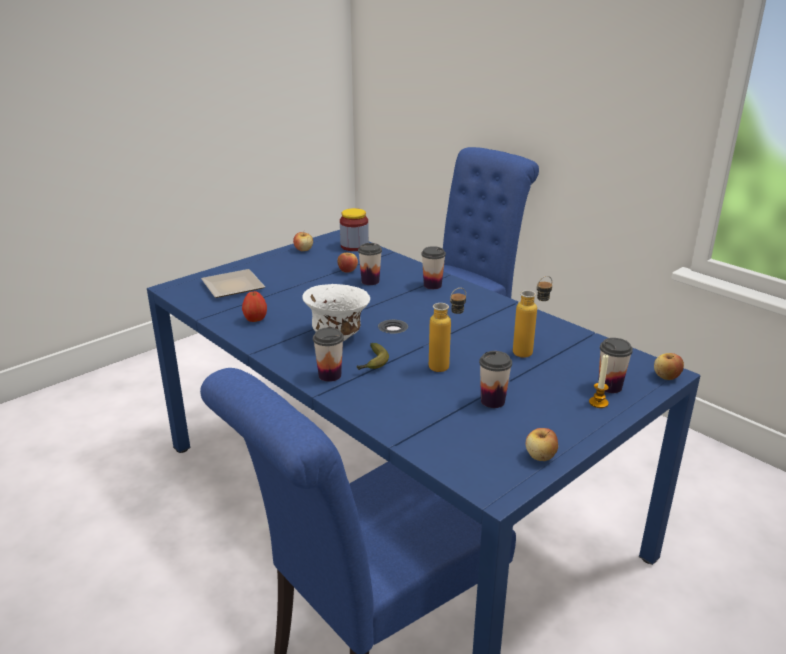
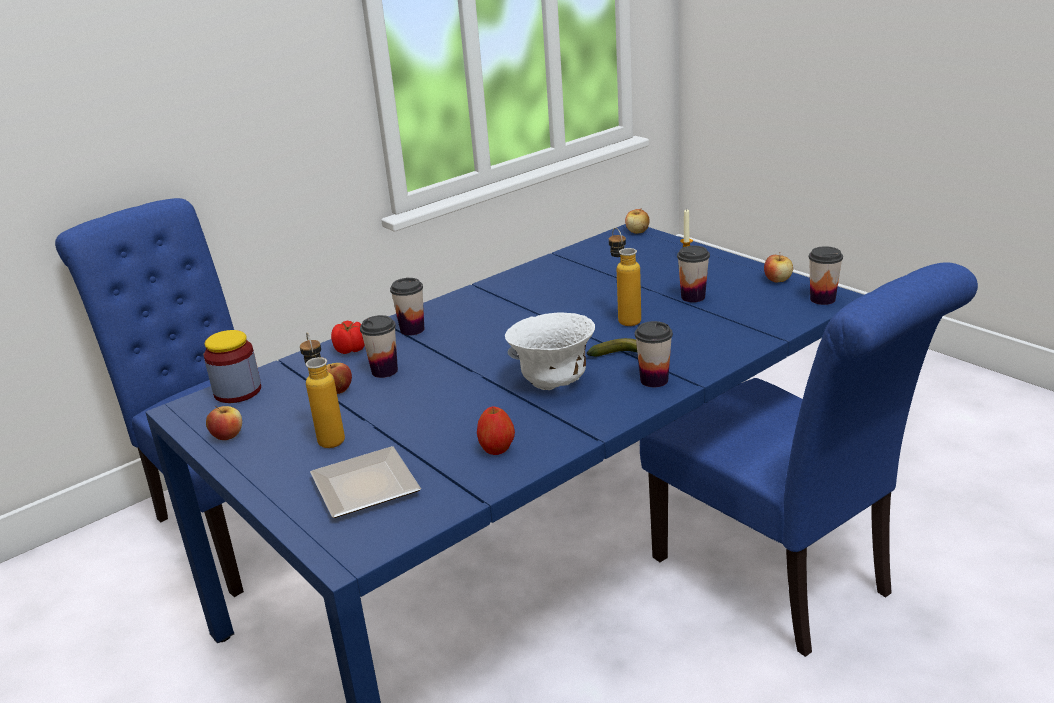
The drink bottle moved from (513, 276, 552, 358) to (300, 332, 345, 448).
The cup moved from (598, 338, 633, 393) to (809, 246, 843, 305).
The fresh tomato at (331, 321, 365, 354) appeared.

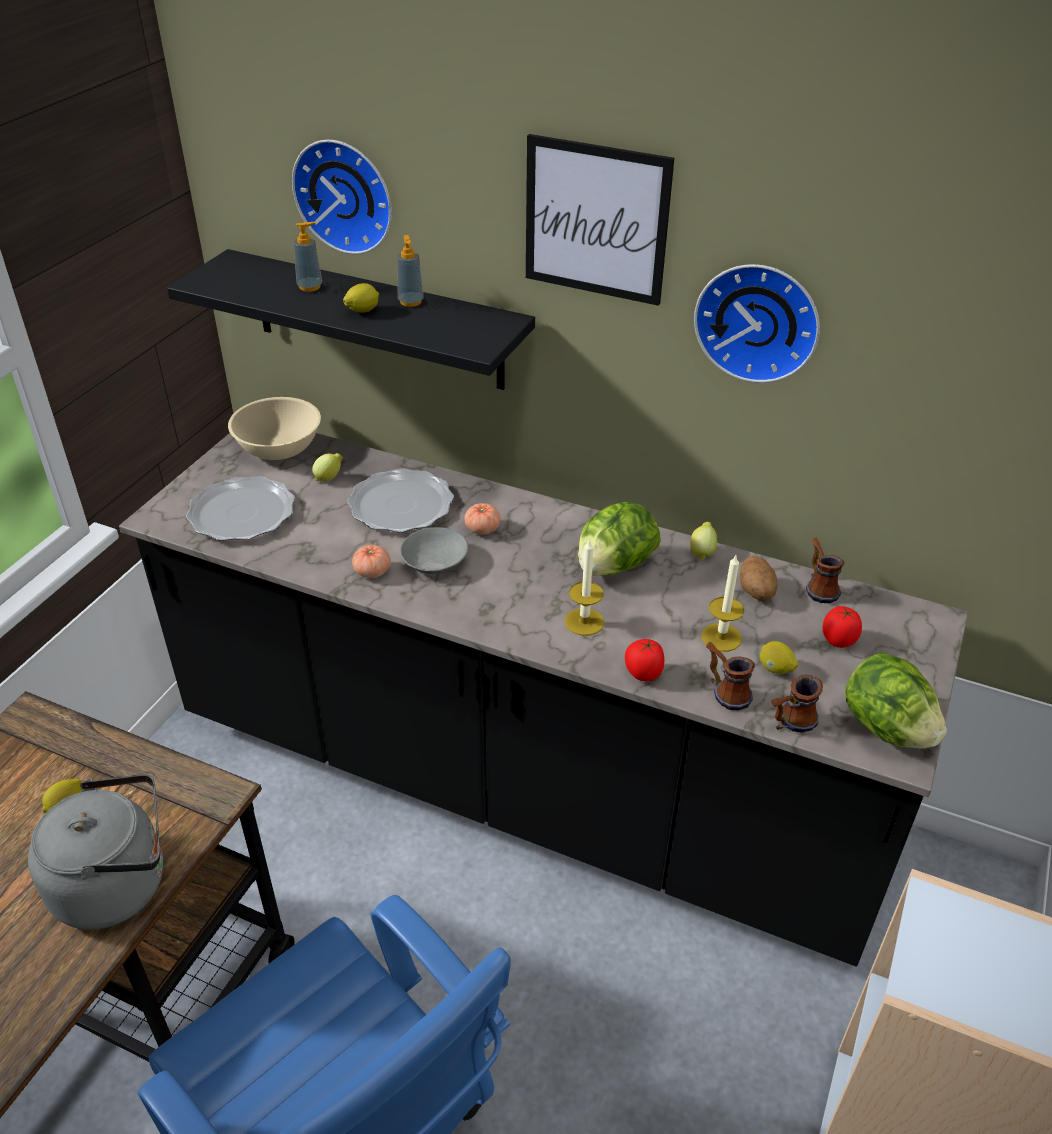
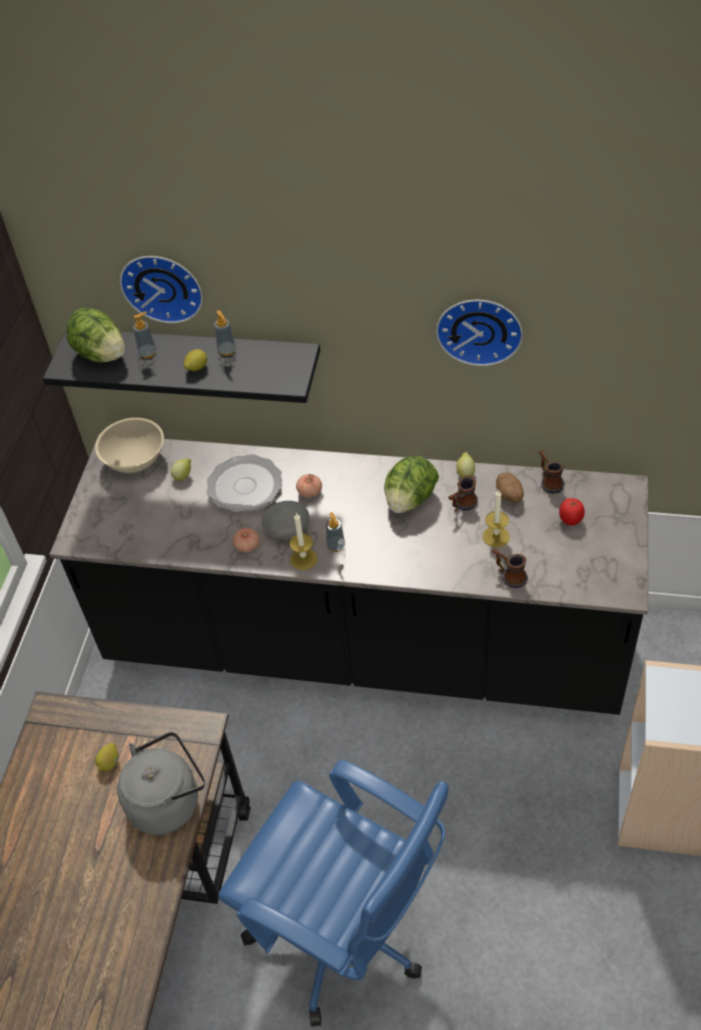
The dinner plate at (186, 476, 295, 541) disappeared.
The wall art at (526, 134, 674, 306) disappeared.
The candle moved from (565, 538, 604, 636) to (290, 513, 317, 570).
The fresh tomato at (625, 639, 664, 681) disappeared.
The lemon at (760, 641, 798, 674) disappeared.
The tea mug moved from (771, 675, 823, 733) to (448, 476, 478, 512).
The head of lettuce moved from (845, 652, 947, 749) to (66, 308, 125, 362).
The soap dispenser at (326, 512, 345, 552) appeared.

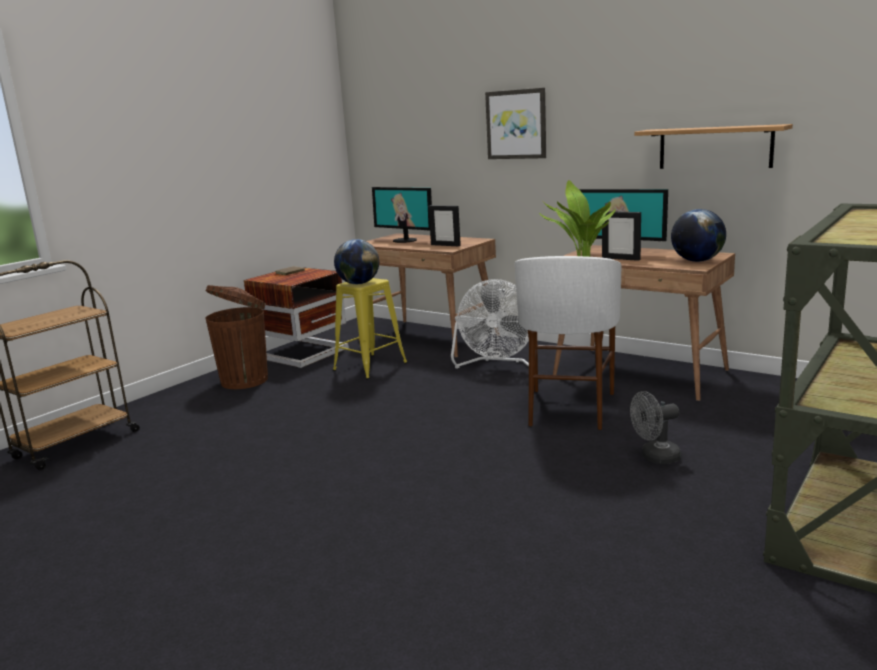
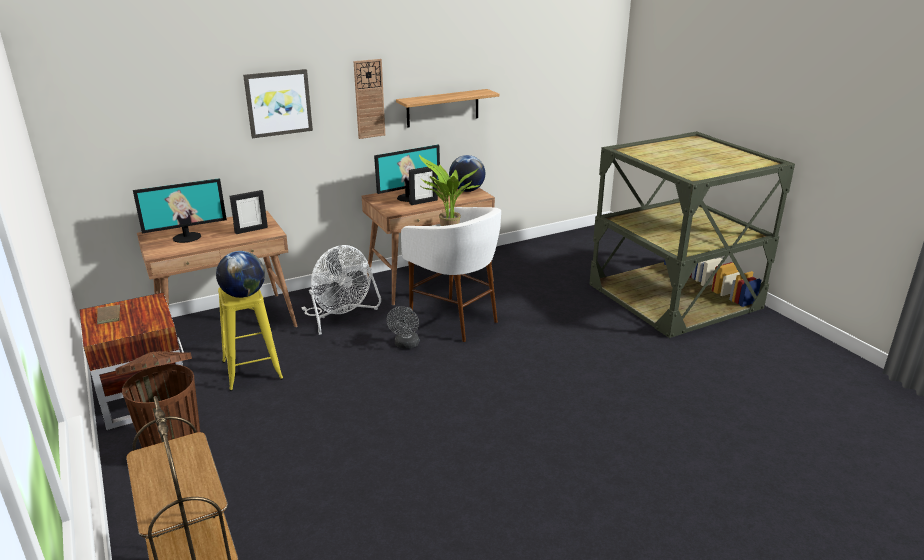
The gray fan moved from (630, 391, 681, 464) to (387, 306, 419, 349).
The wall clock at (354, 59, 385, 139) appeared.

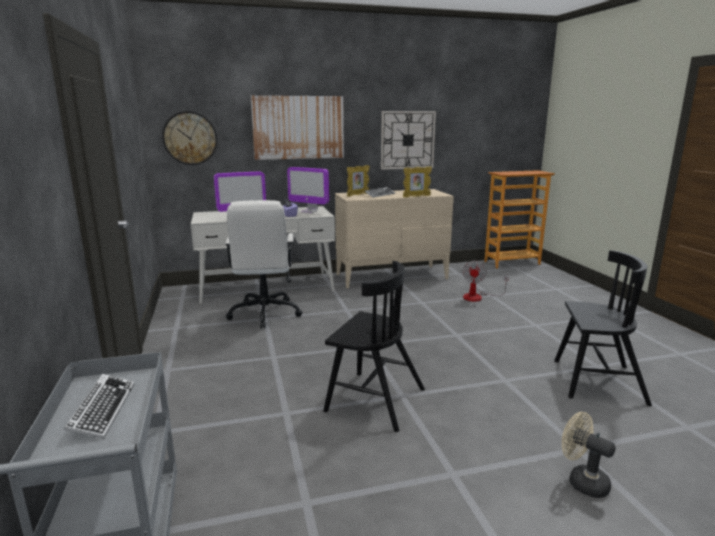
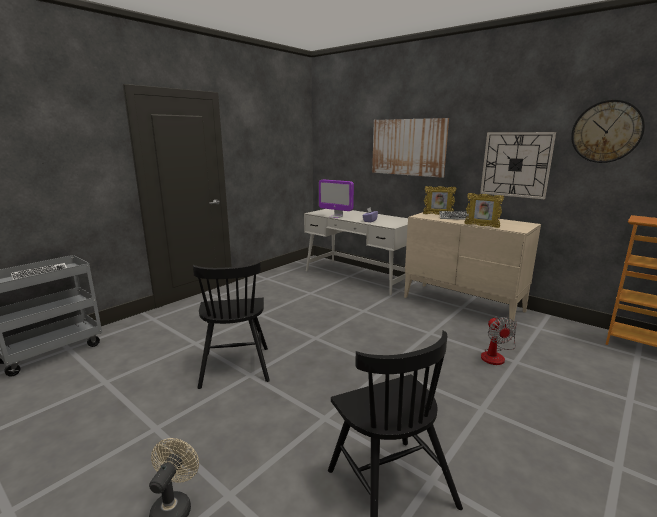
The wall clock moved from (162, 111, 217, 165) to (571, 100, 645, 163).
The white computer chair at (225, 200, 303, 328) disappeared.
The computer display at (287, 167, 329, 213) disappeared.
The fan at (462, 261, 509, 302) turned 75 degrees counterclockwise.

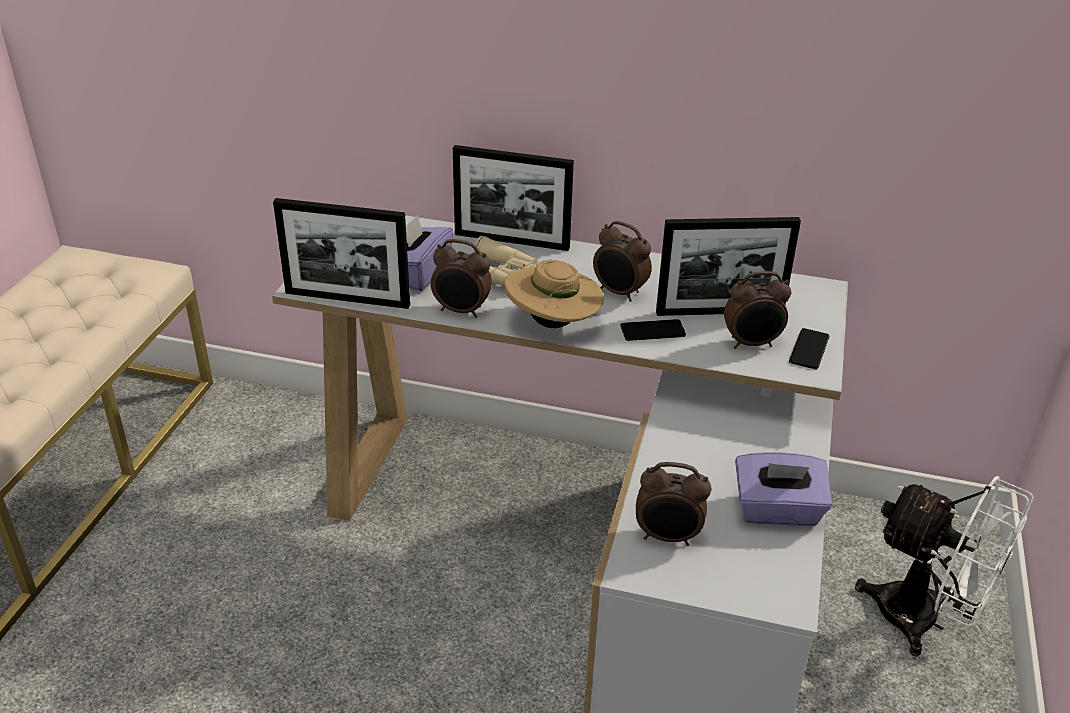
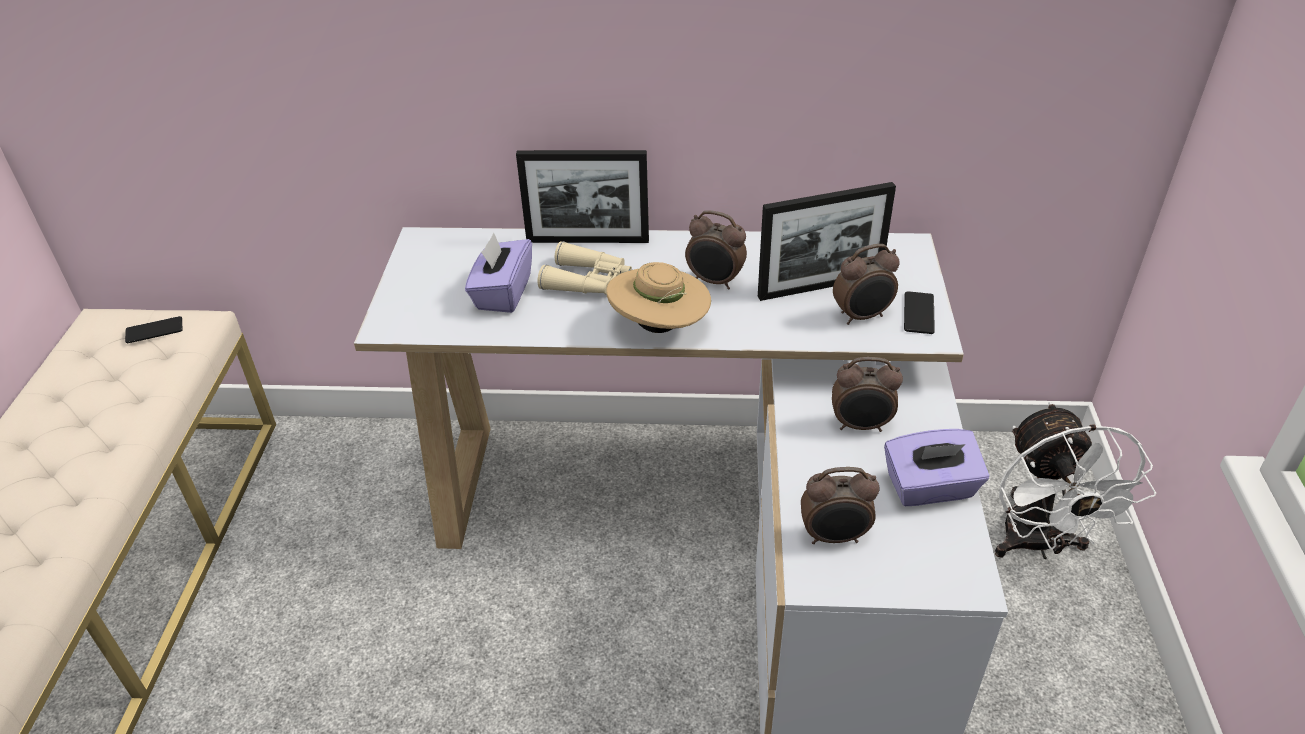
The photo frame at (273, 198, 410, 309) disappeared.
The table clock moved from (431, 239, 492, 318) to (832, 357, 903, 432).
The handset moved from (620, 319, 686, 341) to (125, 316, 182, 343).
The white fan at (855, 476, 1034, 657) turned 60 degrees clockwise.

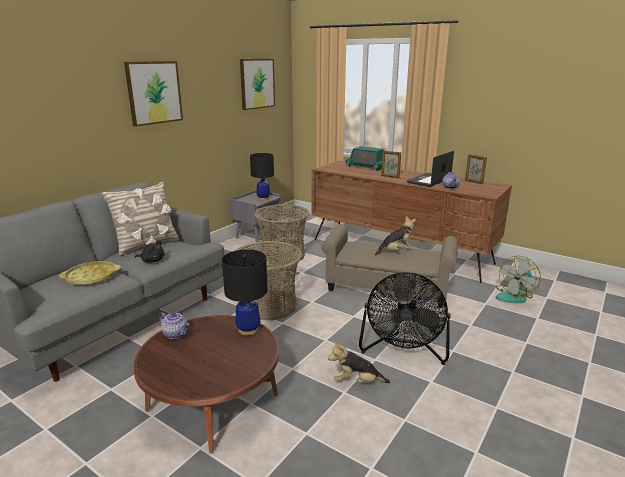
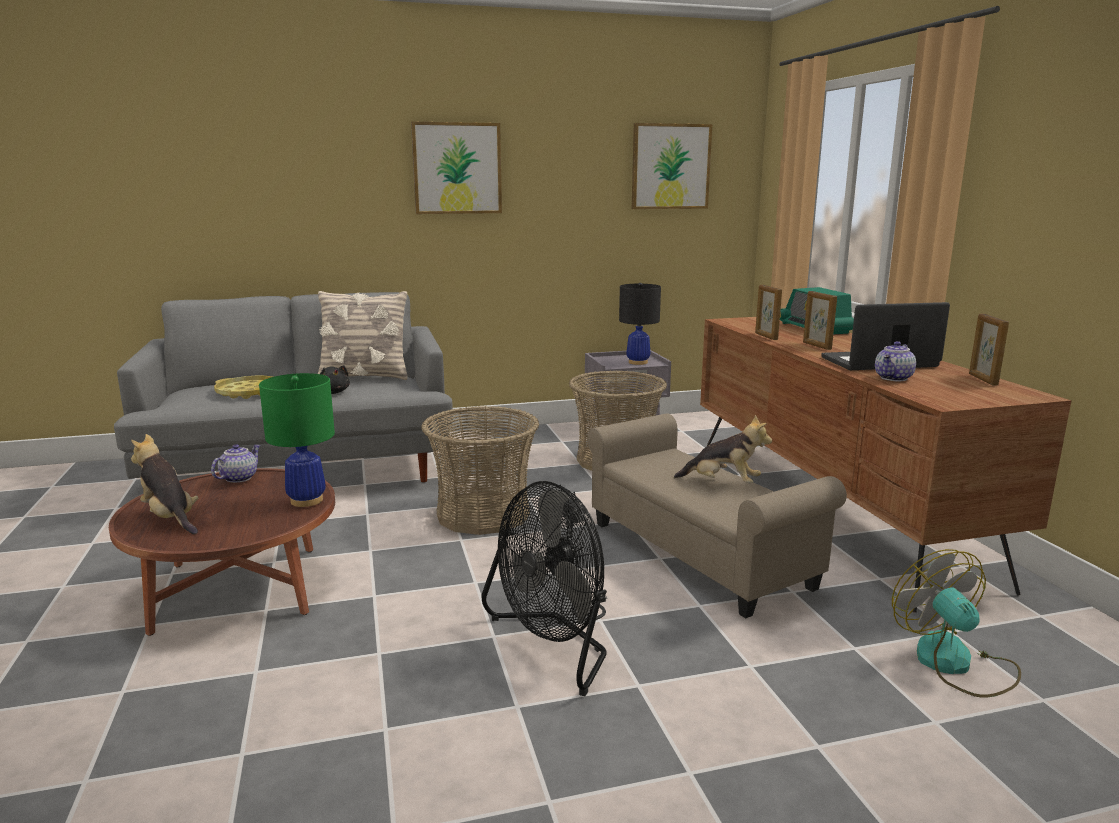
The tea pot at (159, 312, 189, 339) turned 135 degrees counterclockwise.
The black lamp for a table at (222, 249, 268, 335) became the green-coloured lamp for a table at (259, 373, 335, 507).
The cuddly toy moved from (328, 341, 390, 383) to (131, 434, 198, 534).
The fan at (496, 256, 541, 303) turned 75 degrees clockwise.
The photo frame at (755, 285, 782, 340) appeared.

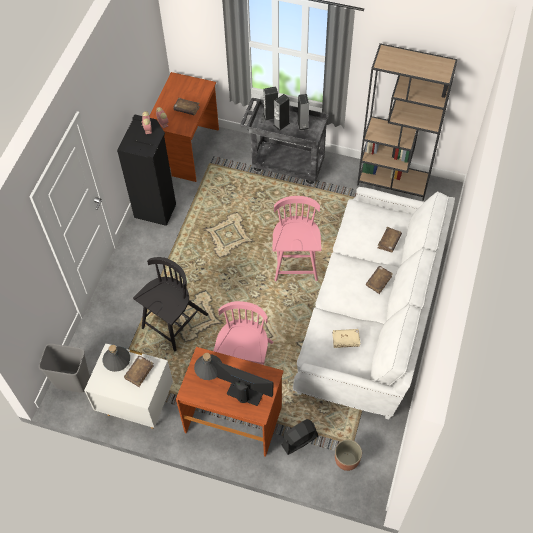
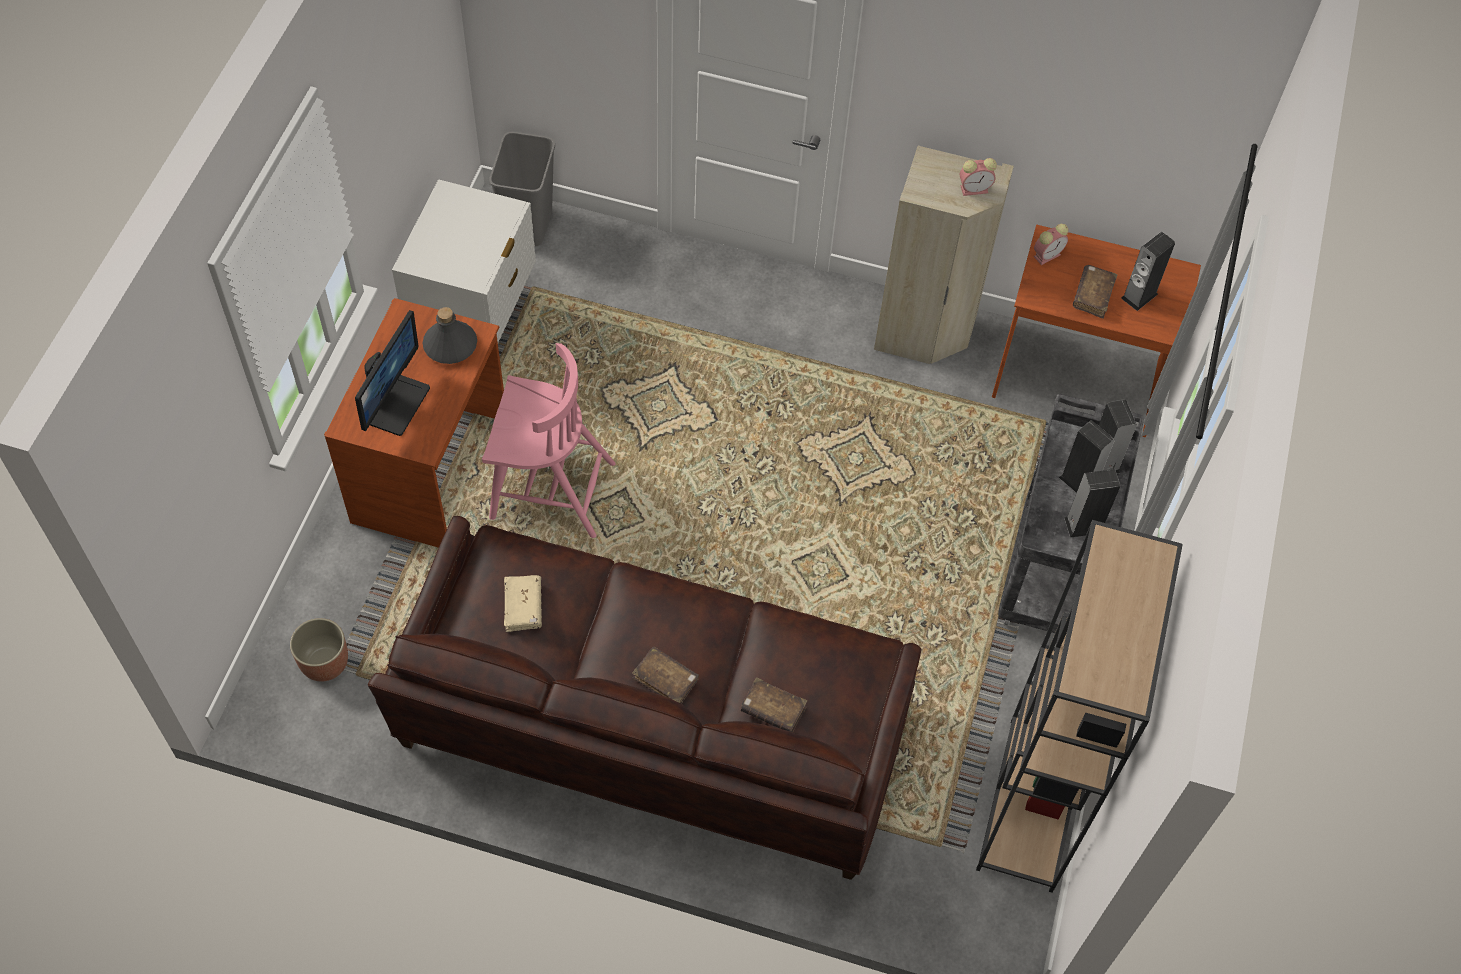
The gray drink bottle at (103, 345, 130, 372) disappeared.
The black cupboard at (117, 114, 176, 226) became the beige cupboard at (874, 146, 1014, 364).
The brownish volume at (124, 356, 154, 387) disappeared.
The black plain chair at (133, 257, 208, 352) disappeared.
The pink plain chair at (272, 196, 321, 281) disappeared.
The black fan at (282, 419, 318, 455) disappeared.
The white couch at (293, 187, 455, 419) became the brownish couch at (368, 516, 922, 880).
The loudspeaker at (1121, 232, 1175, 311) appeared.

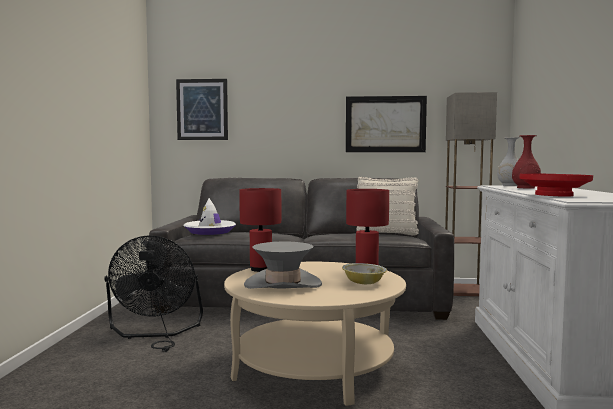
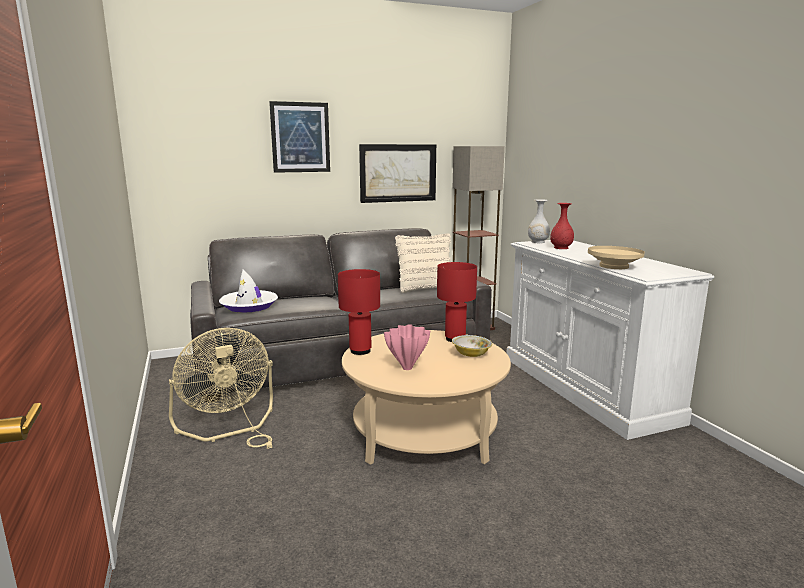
The black fan at (104, 235, 203, 352) became the beige fan at (169, 328, 273, 449).
The wall art moved from (176, 79, 228, 140) to (269, 101, 330, 173).
The gray wearable hat at (244, 241, 322, 289) was replaced by the pink flower vase at (384, 324, 430, 370).
The red-coloured bowl at (519, 173, 593, 196) became the beige bowl at (588, 246, 645, 269).

